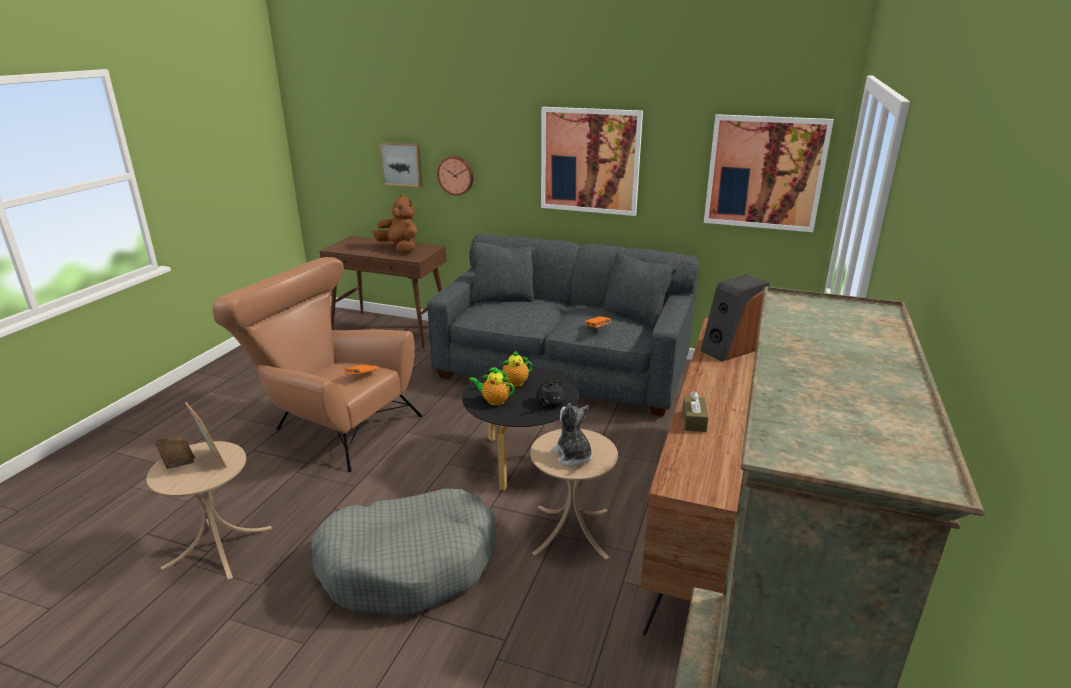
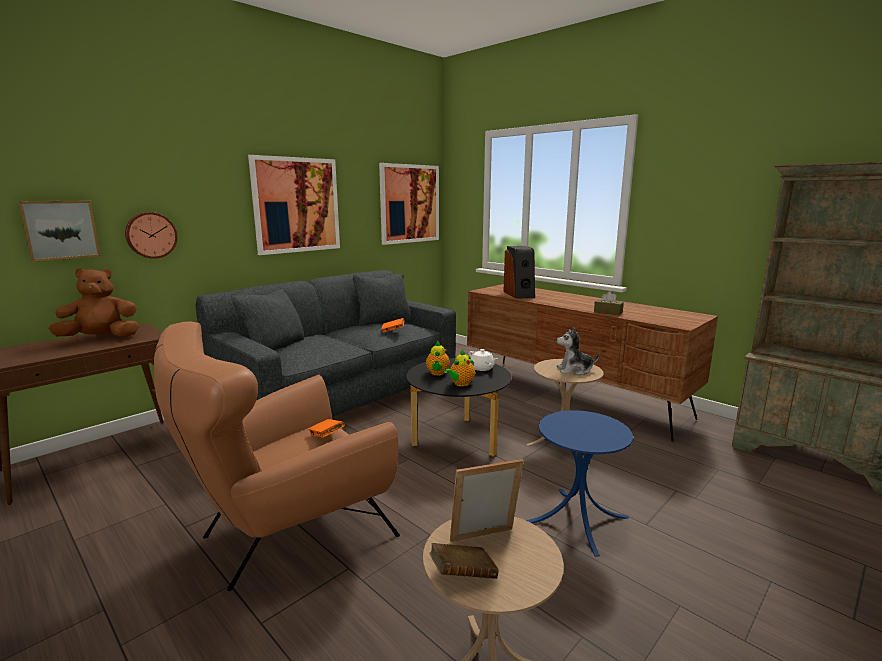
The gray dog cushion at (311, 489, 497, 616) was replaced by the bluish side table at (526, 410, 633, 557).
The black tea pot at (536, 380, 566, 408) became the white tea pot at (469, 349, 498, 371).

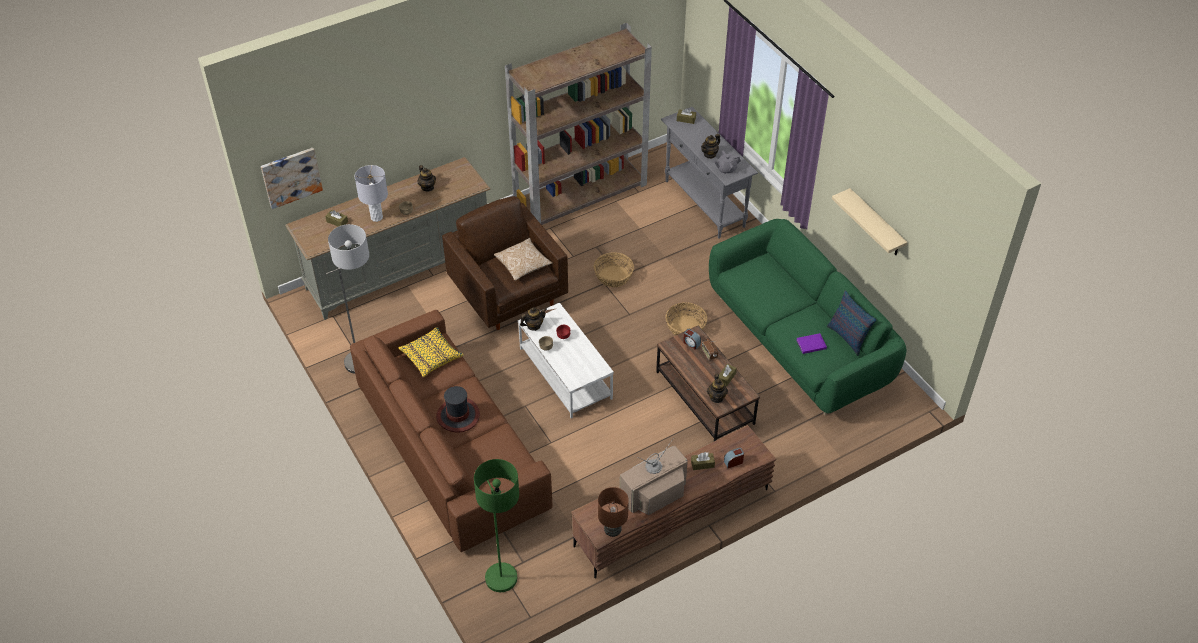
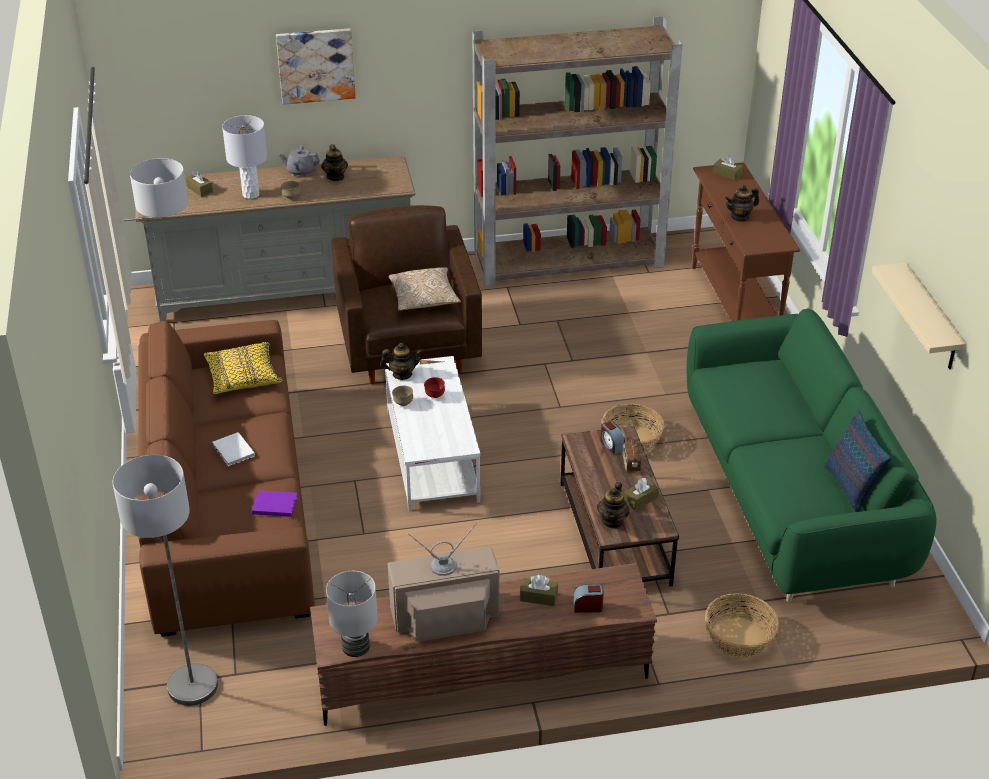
The wall art moved from (261, 148, 323, 209) to (276, 28, 356, 105).
The wearable hat at (436, 386, 480, 432) was replaced by the white volume at (212, 432, 255, 467).
The green-coloured standing lamp at (474, 459, 519, 592) became the gray standing lamp at (113, 455, 218, 706).
The household basket moved from (594, 252, 634, 287) to (705, 593, 779, 658).
The brownish lamp for a table at (598, 487, 629, 537) became the gray lamp for a table at (326, 571, 378, 657).
The gray console table at (661, 107, 758, 239) became the brownish console table at (692, 162, 800, 321).
The gray tea pot moved from (714, 151, 741, 174) to (279, 145, 320, 177).
The purple volume moved from (796, 333, 827, 354) to (252, 490, 298, 517).

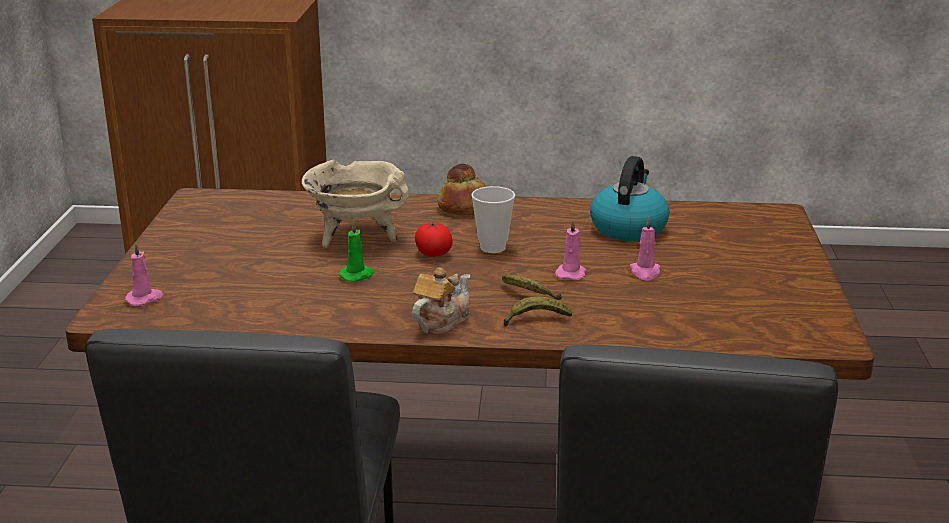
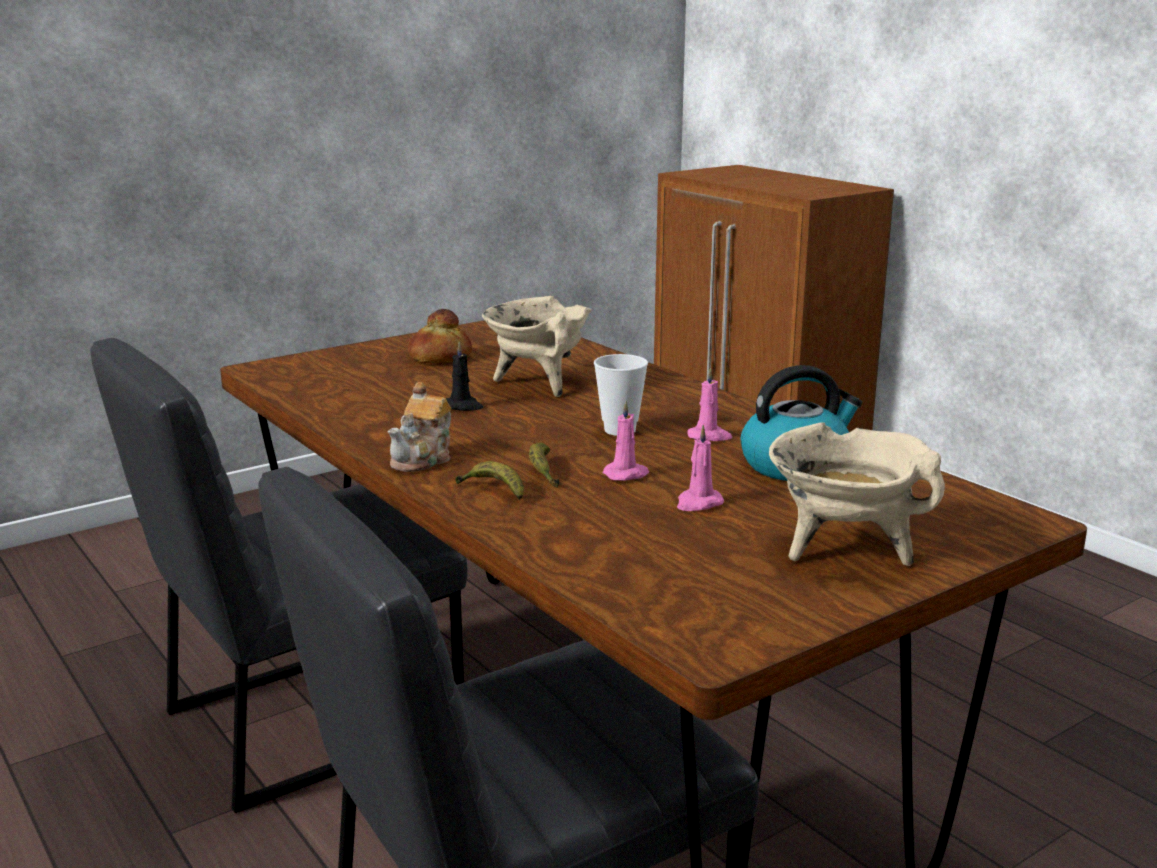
The pink candle moved from (125, 242, 164, 306) to (687, 367, 732, 441).
The green-coloured candle at (339, 221, 375, 282) became the black candle at (446, 341, 483, 411).
The tea pot at (412, 268, 470, 335) turned 120 degrees clockwise.
The fresh tomato at (415, 222, 453, 257) disappeared.
The bread moved from (438, 164, 486, 215) to (408, 309, 472, 363).
The beige saucepot at (769, 422, 945, 566) appeared.

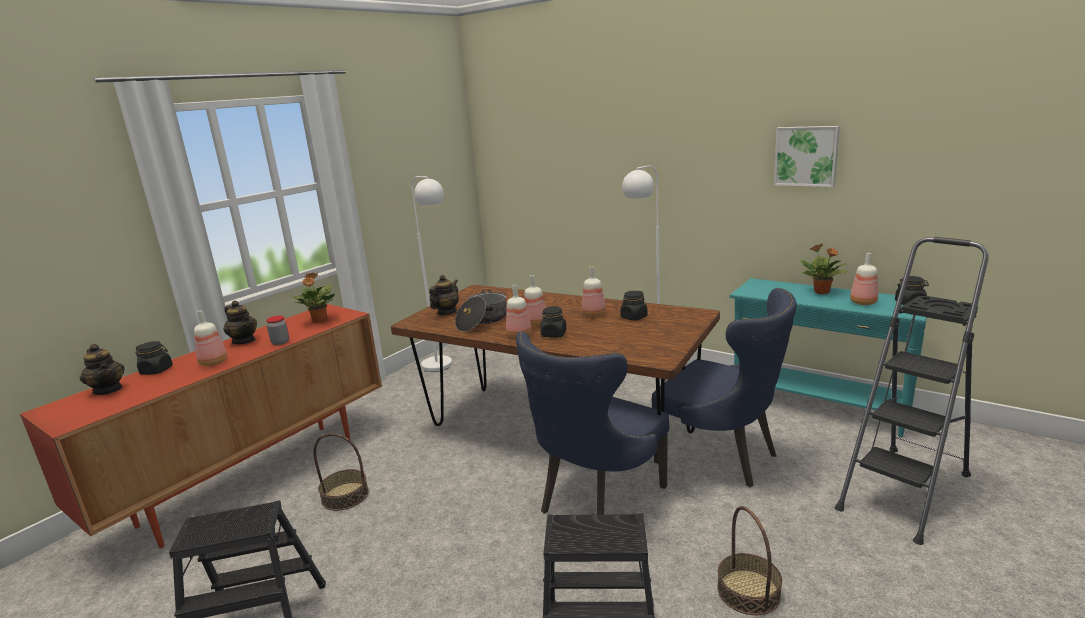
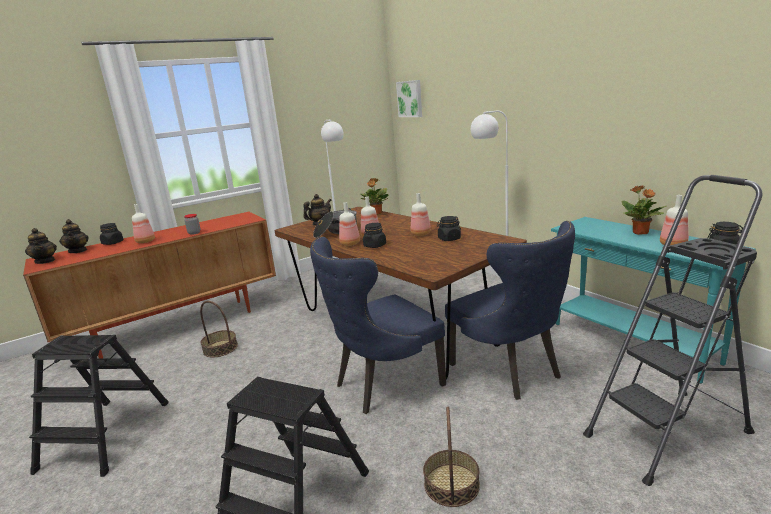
The tea pot moved from (223, 301, 257, 344) to (25, 228, 57, 264).
The potted plant moved from (293, 273, 335, 323) to (360, 178, 388, 215).
The wall art moved from (774, 126, 840, 187) to (396, 80, 422, 117).

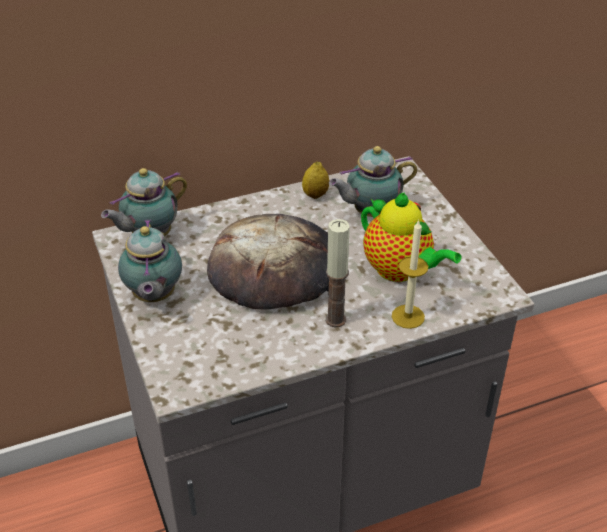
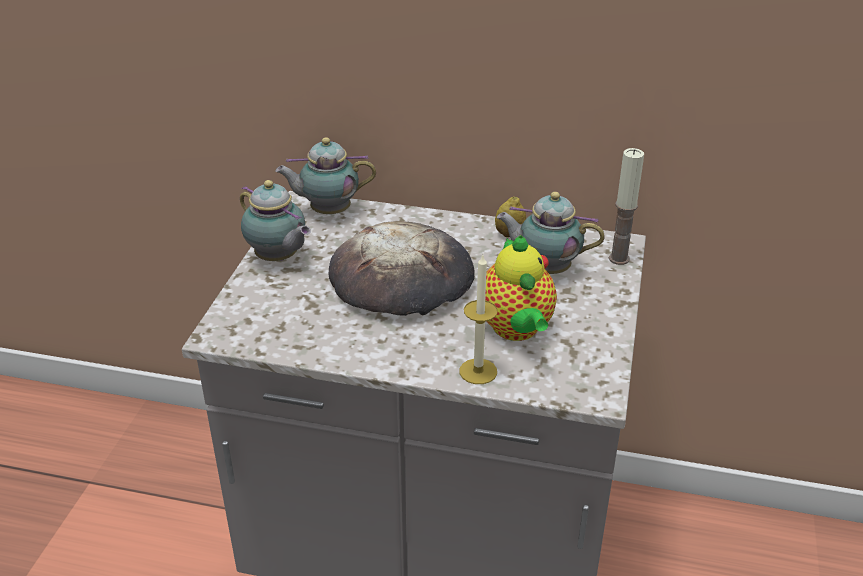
The tea pot at (118, 219, 182, 302) turned 75 degrees counterclockwise.
The candle moved from (325, 219, 350, 327) to (609, 148, 644, 265).

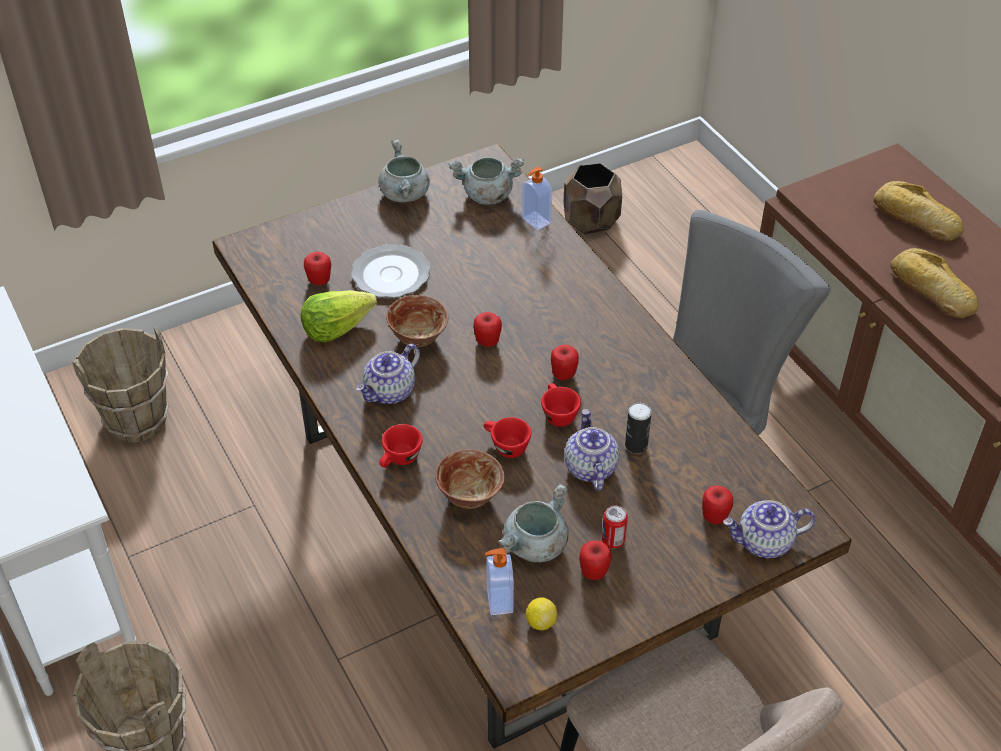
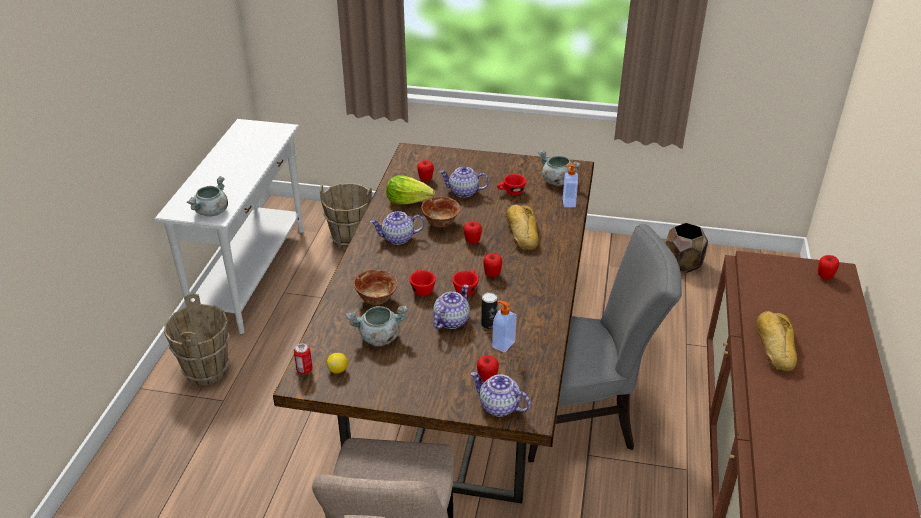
The dinner plate at (351, 244, 430, 298) was replaced by the tea pot at (439, 166, 489, 198).
The gray saucepot moved from (378, 140, 430, 202) to (187, 176, 228, 217).
The red-coloured cup moved from (379, 424, 423, 468) to (497, 174, 526, 195).
The soap dispenser moved from (485, 548, 514, 615) to (492, 300, 516, 353).
The apple moved from (579, 540, 612, 580) to (818, 255, 839, 280).
The sealed can moved from (602, 506, 628, 548) to (294, 343, 313, 374).
The bread moved from (873, 181, 964, 241) to (506, 204, 539, 250).

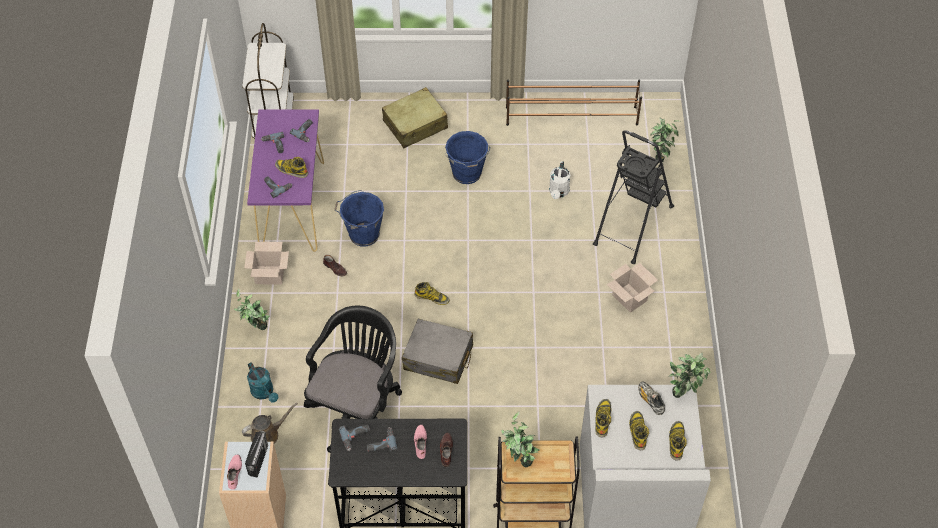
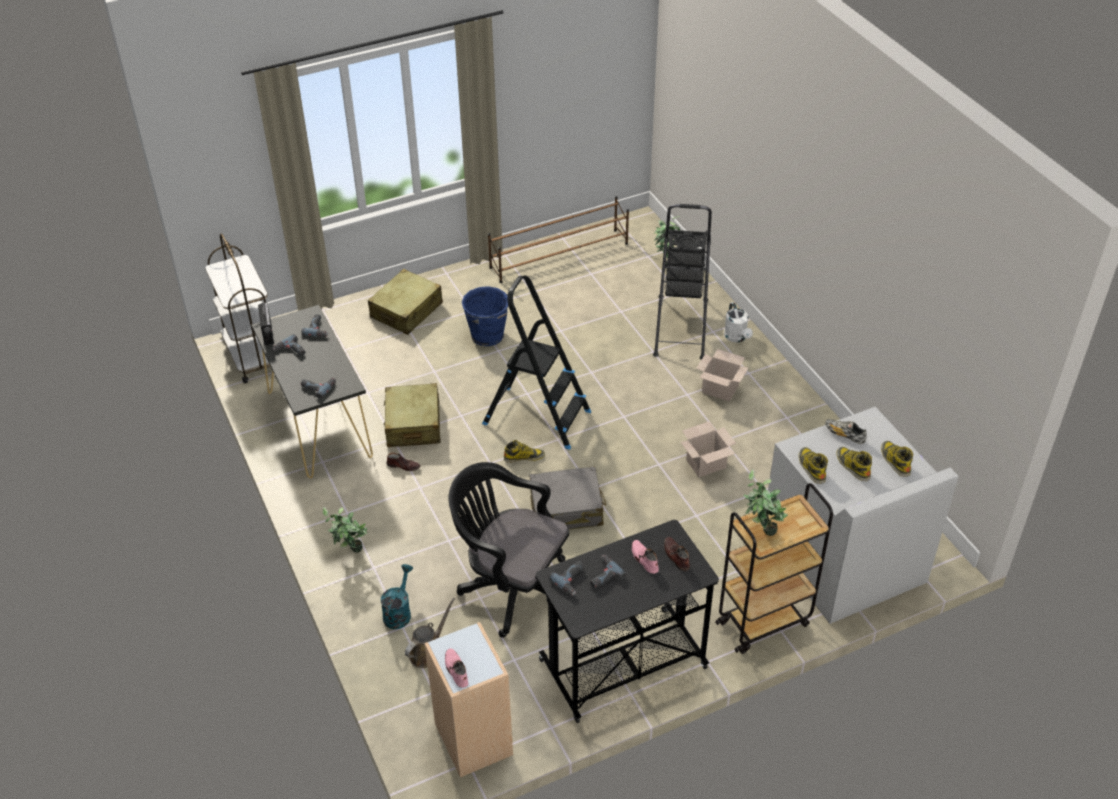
The cardboard box moved from (244, 242, 289, 285) to (681, 421, 736, 477).
The radio moved from (245, 431, 268, 478) to (258, 302, 274, 345).
The purple console table at (247, 109, 324, 252) became the black console table at (252, 305, 373, 478).
The blue-green watering pot at (247, 363, 278, 403) turned 105 degrees counterclockwise.
The tall boot at (275, 157, 308, 178) disappeared.
The black computer chair at (304, 306, 402, 453) turned 60 degrees counterclockwise.
The bluish pail at (334, 190, 384, 247) was replaced by the beige piece of luggage at (384, 383, 441, 447).
The white watering pot moved from (549, 161, 570, 199) to (724, 302, 753, 342).
The potted plant at (668, 353, 710, 398) disappeared.
The black step stool at (482, 276, 591, 450) appeared.

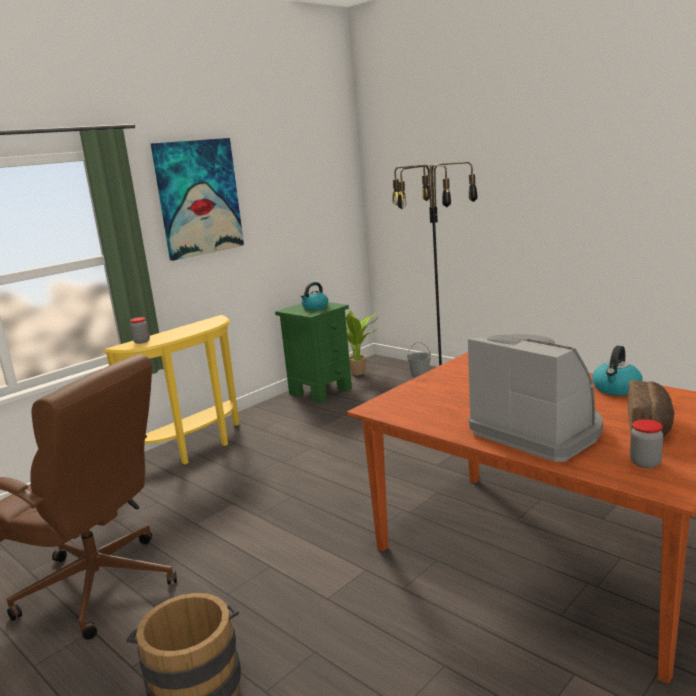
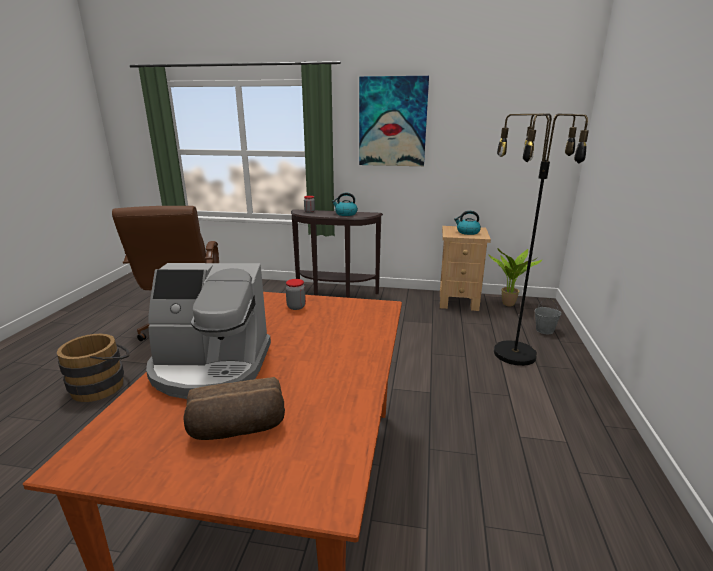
The yellow-coloured console table at (104, 315, 239, 465) became the brownish console table at (291, 209, 383, 298).
The green-coloured bedside table at (275, 302, 352, 403) became the beige bedside table at (440, 226, 491, 311).
The coffee brewer at (468, 334, 603, 462) turned 75 degrees clockwise.
The kettle moved from (592, 346, 642, 395) to (332, 193, 358, 216).
The preserve jar moved from (630, 419, 663, 468) to (286, 279, 306, 310).

